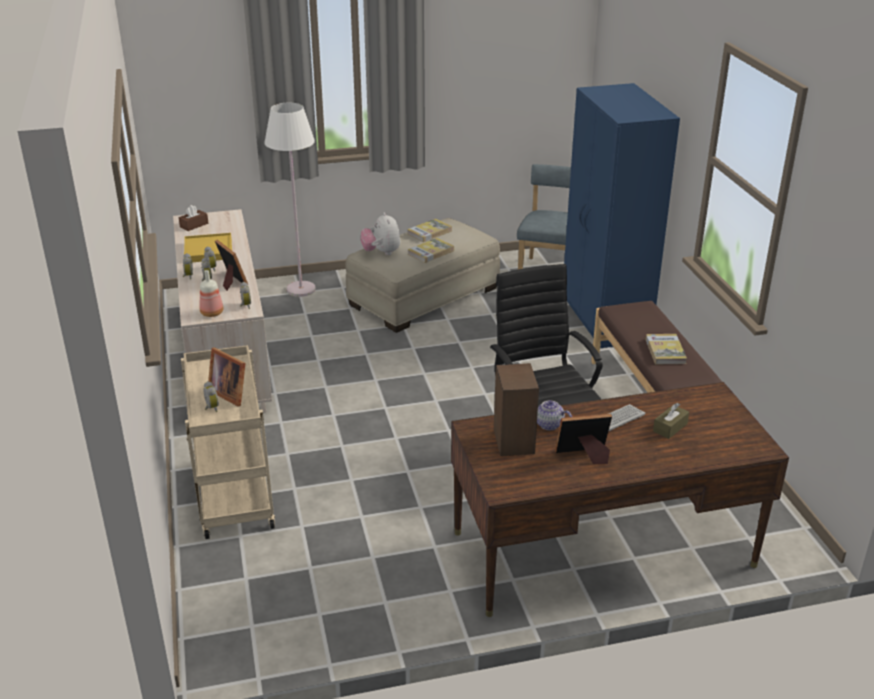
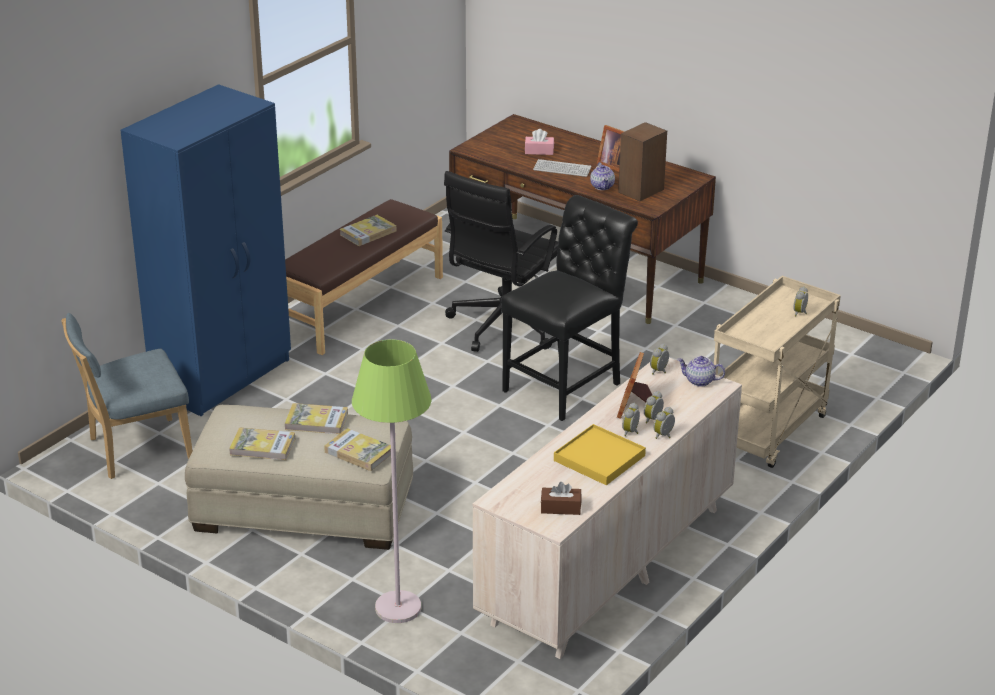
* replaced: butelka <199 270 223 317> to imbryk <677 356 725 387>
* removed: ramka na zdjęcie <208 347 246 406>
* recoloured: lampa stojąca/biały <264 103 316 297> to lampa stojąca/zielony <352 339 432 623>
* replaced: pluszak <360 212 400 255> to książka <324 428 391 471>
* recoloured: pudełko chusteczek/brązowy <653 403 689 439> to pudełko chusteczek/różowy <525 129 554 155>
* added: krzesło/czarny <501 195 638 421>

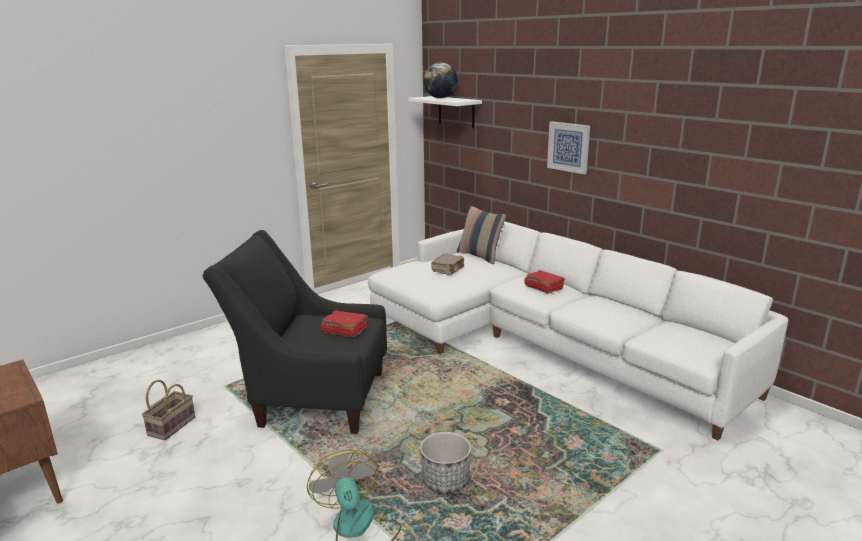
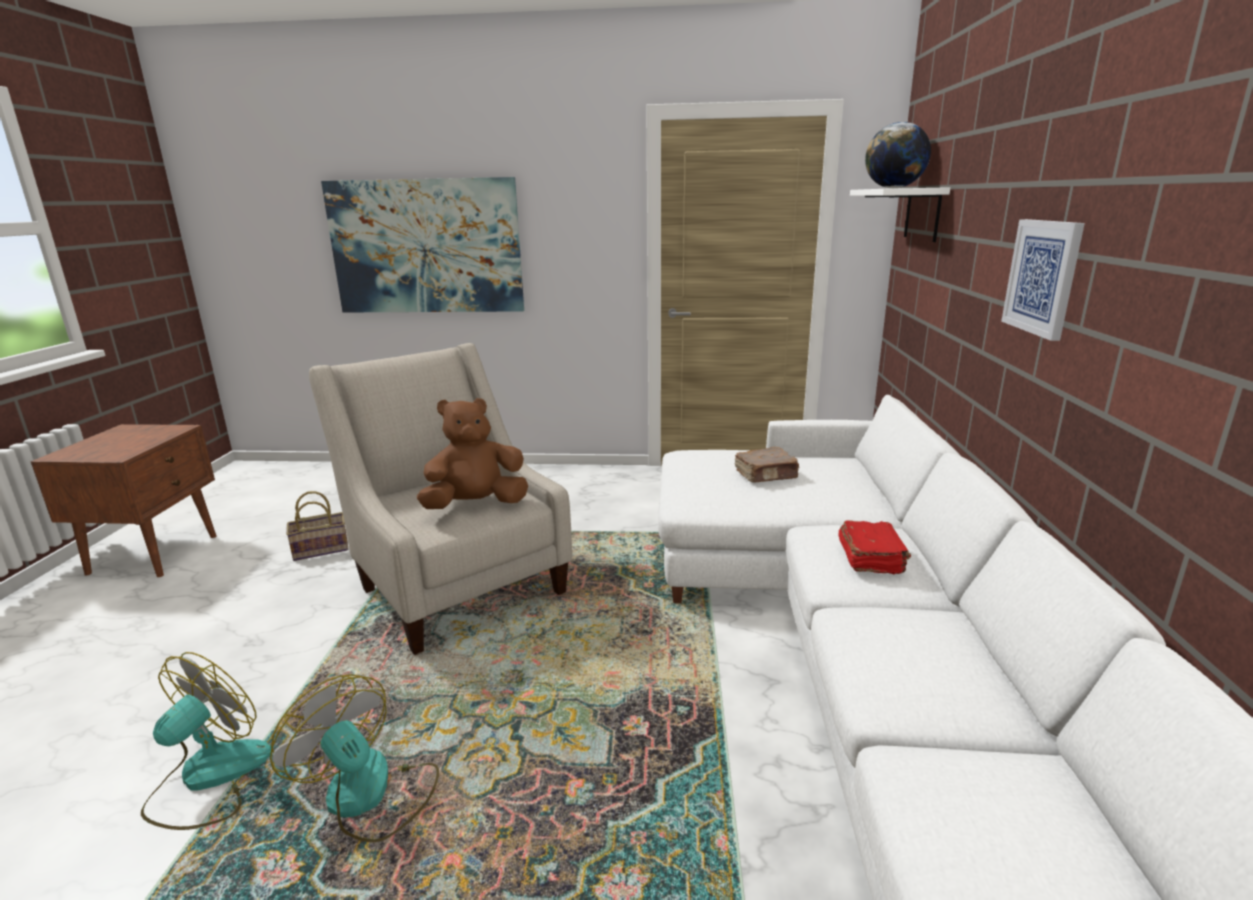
* recoloured: fotel/czarny <202 230 387 434> to fotel/beżowy <309 343 572 655>
* replaced: książka/czerwony <321 310 368 338> to pluszak/brązowy <417 398 528 509>
* replaced: donica <420 432 471 494> to wentylator <270 674 439 842>
* removed: poduszka <457 205 506 264>
* added: obraz <321 177 524 312>

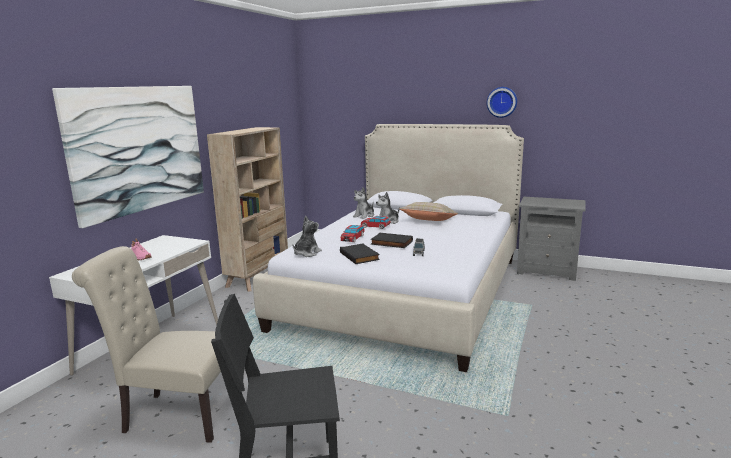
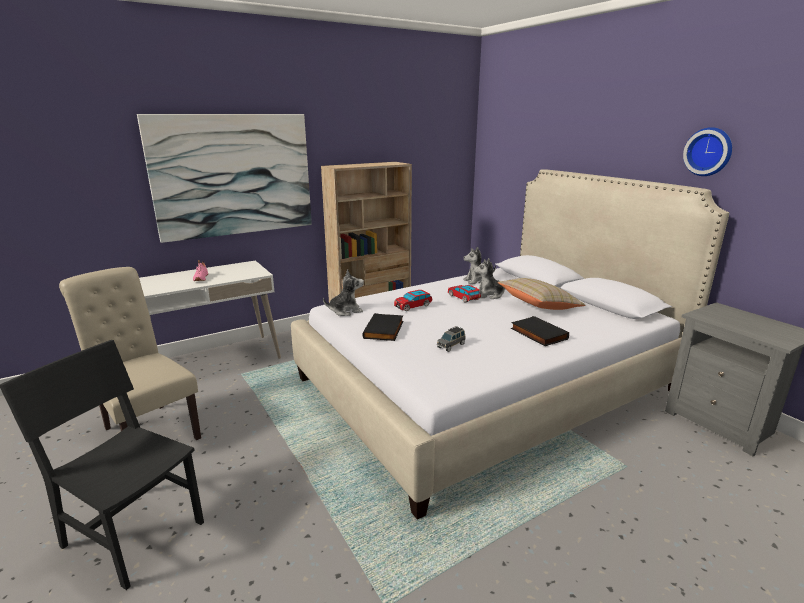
* moved: książka/czarny <370 233 413 248> to <511 316 569 346>

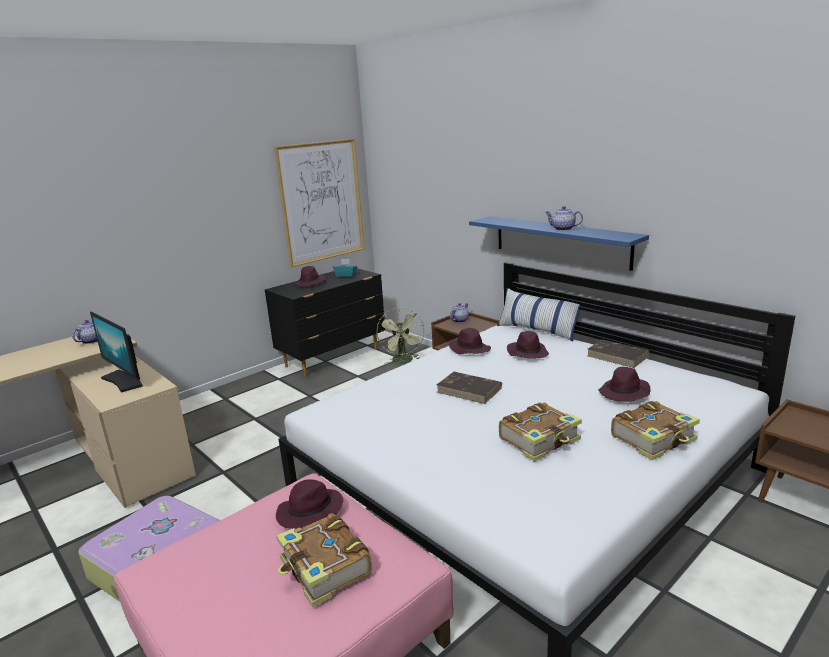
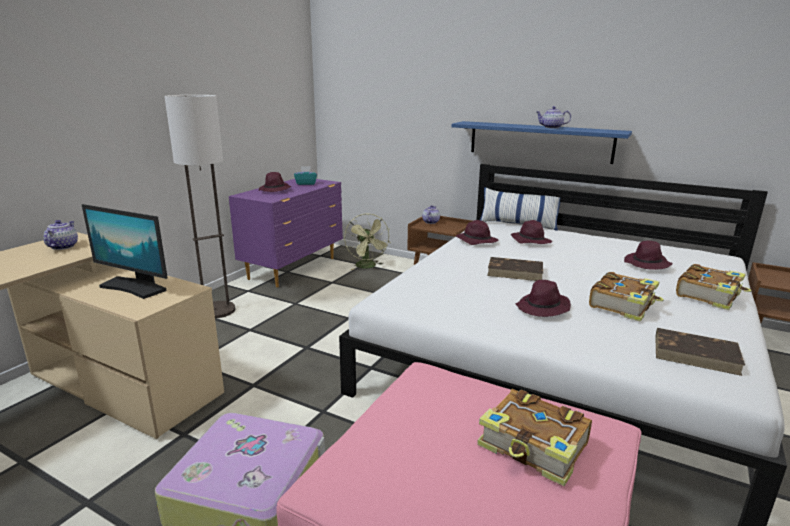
* recoloured: komoda/czarny <265 268 385 377> to komoda/fioletowy <229 179 343 287>
* removed: obraz <274 139 365 267>
* moved: kapelusz/fioletowy <276 479 343 529> to <515 280 571 317>
* moved: książka/brązowy <587 339 650 368> to <655 328 745 376>
* added: lampa stojąca <165 95 235 319>

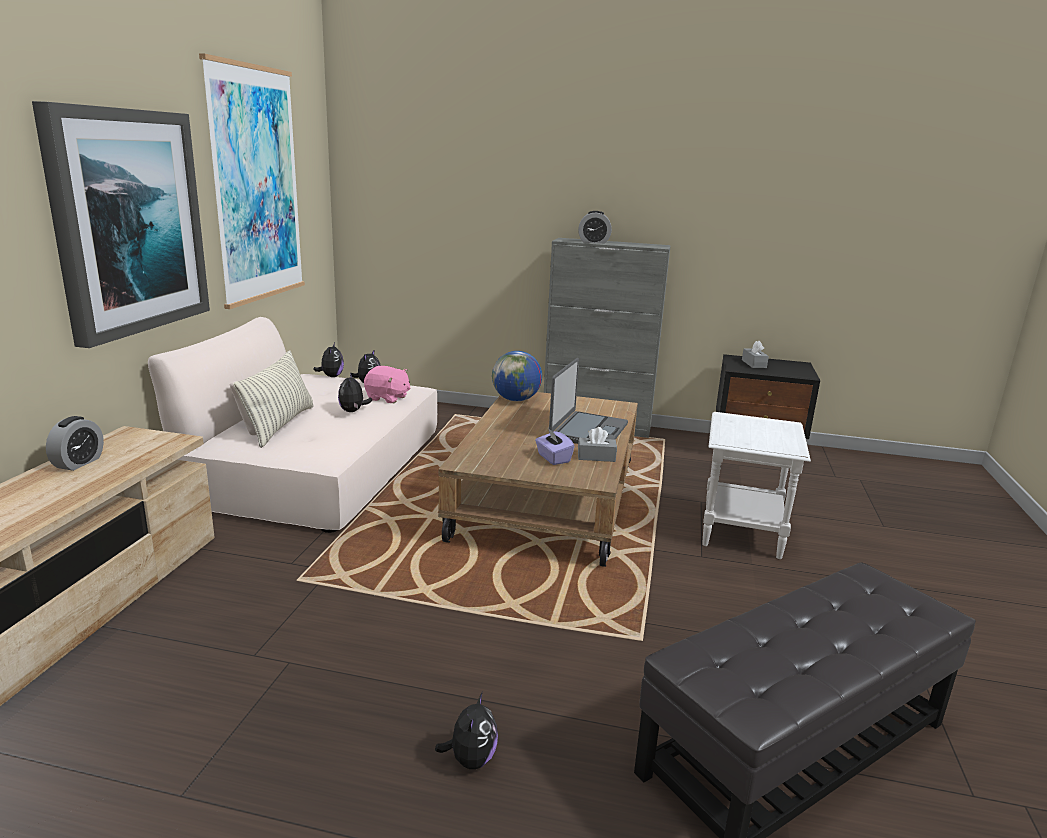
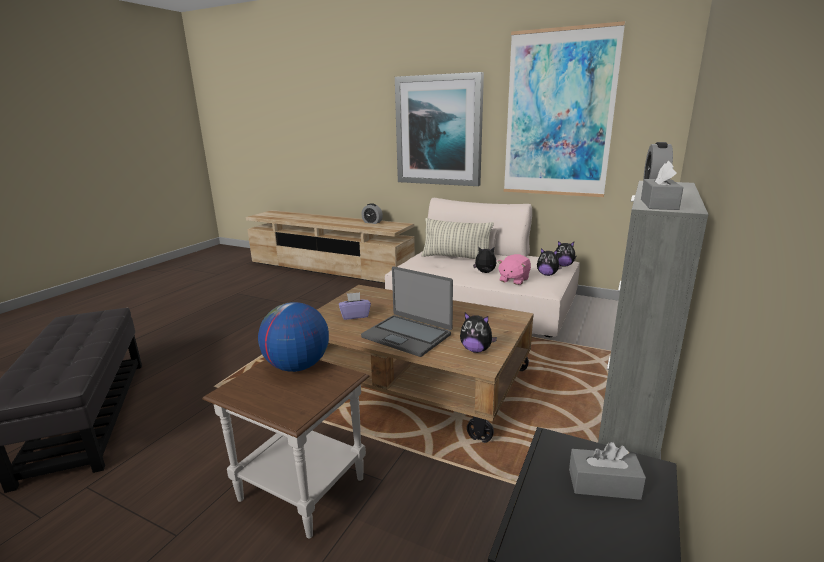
* moved: pluszak <435 692 498 769> to <460 313 497 353>
* moved: globus <492 351 542 401> to <258 302 329 372>
* moved: pudełko chusteczek/szary <578 427 617 462> to <641 161 683 210>
* recoloured: stolik/biały <702 412 811 559> to stolik/brązowy <202 359 370 538>

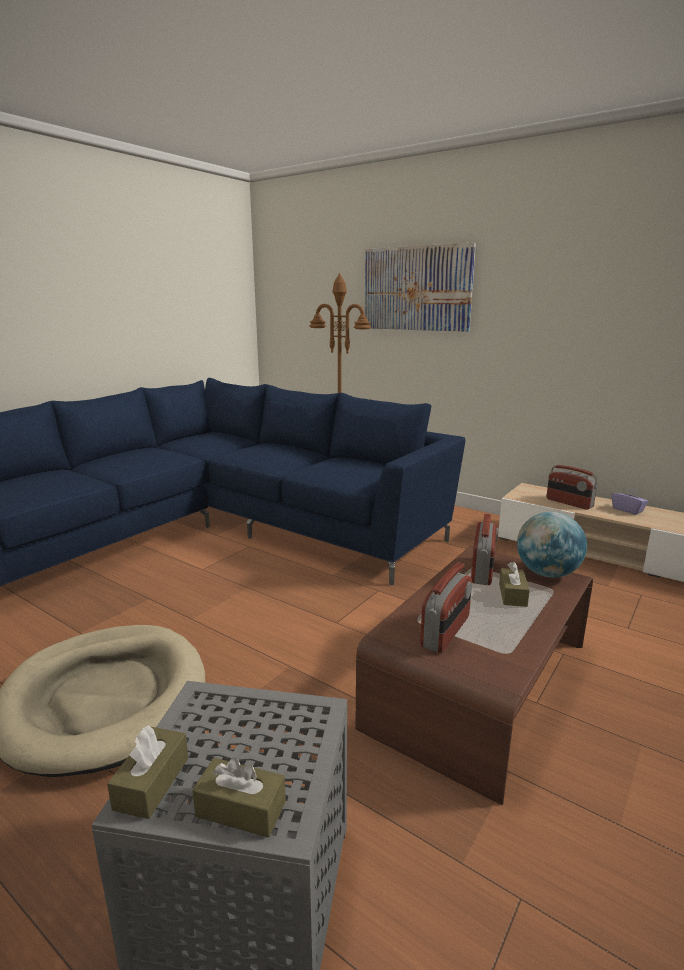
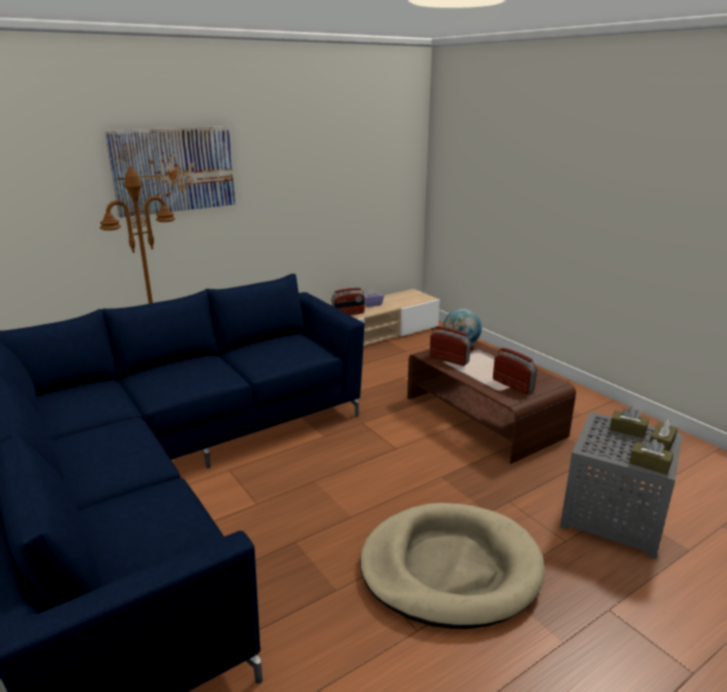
* moved: pudełko chusteczek/brązowy <499 562 530 607> to <610 406 649 438>

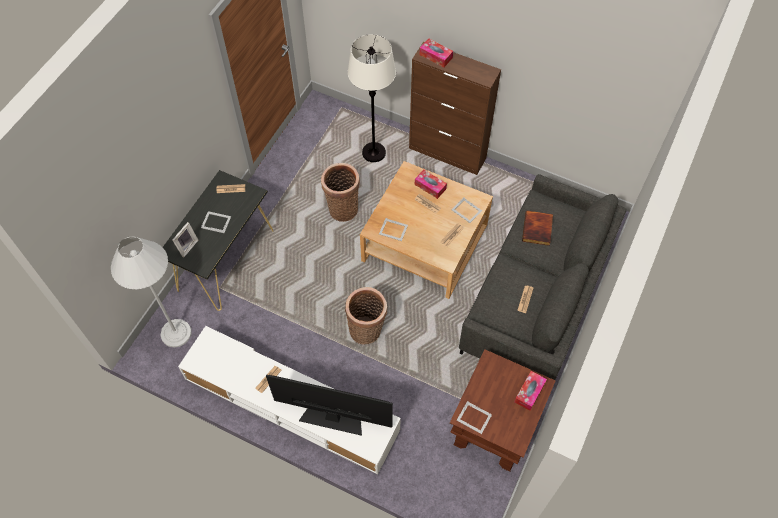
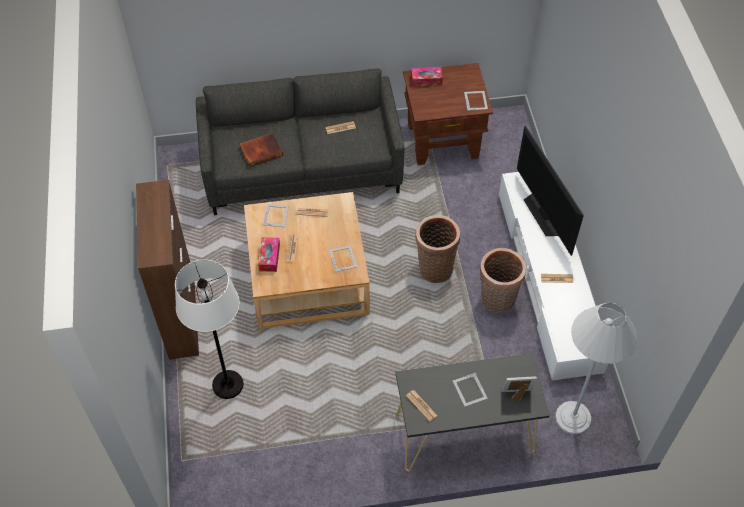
* moved: koszyk <321 163 360 222> to <480 248 526 313>
* removed: pudełko chusteczek <419 38 453 67>

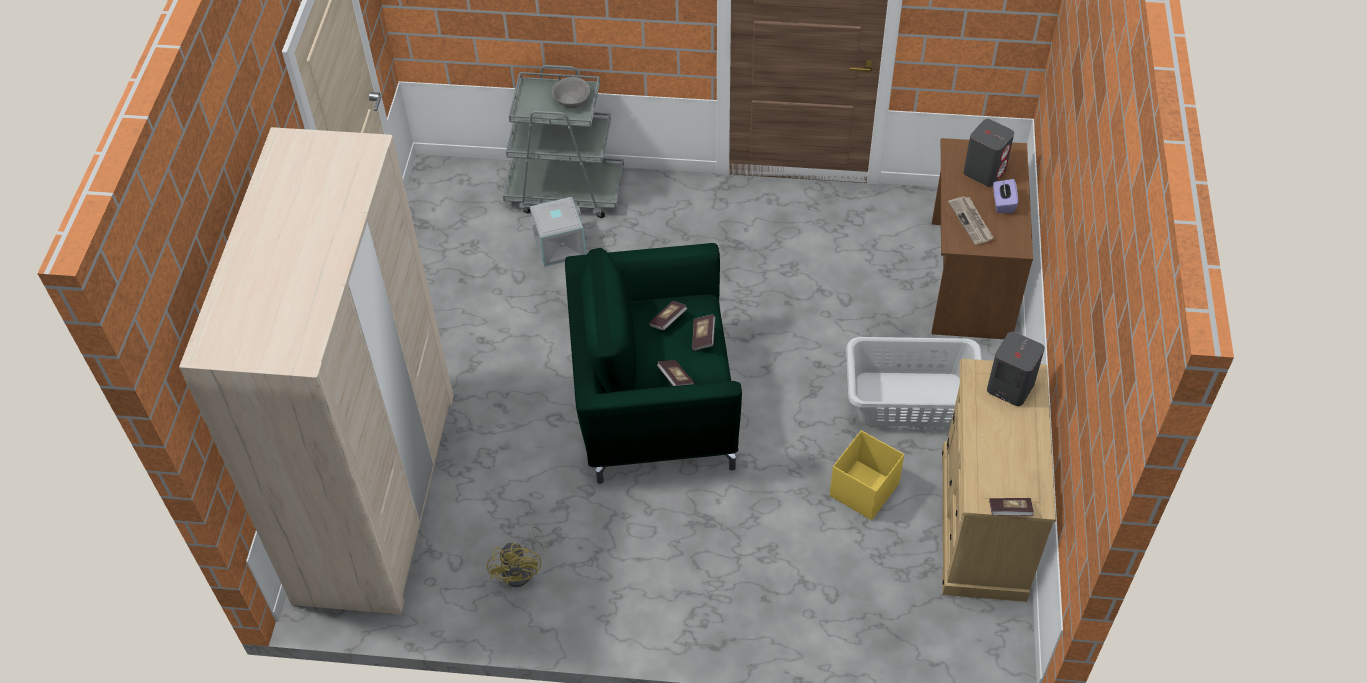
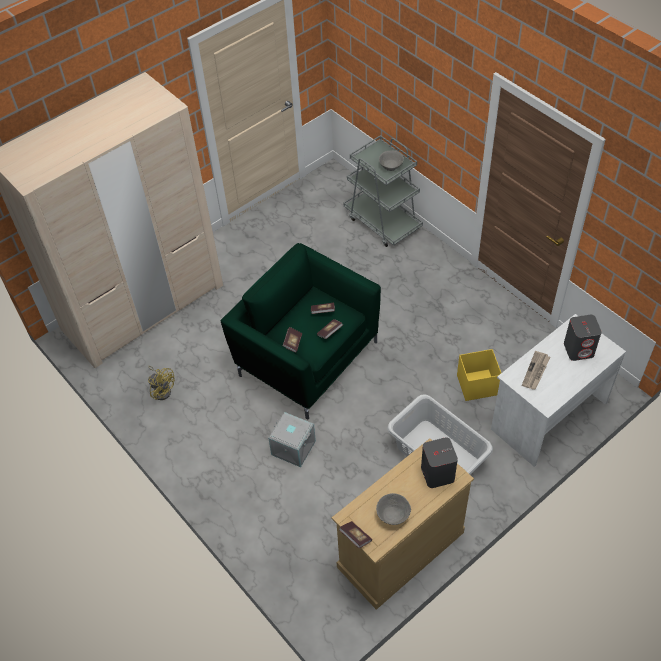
* turned: wentylator/żółty <487 525 546 587> = <148 366 175 400> 90 degrees counterclockwise
* moved: pojemnik do przechowywania/szary <530 197 586 267> to <268 412 316 467>
* moved: pojemnik do przechowywania/żółty <830 430 904 520> to <457 349 501 401>
* recoloured: biurko/brązowy <932 138 1033 339> to biurko/biały <491 314 626 467>
* removed: pudełko chusteczek/fioletowy <993 179 1018 213>
* added: miska/szary <376 493 411 525>

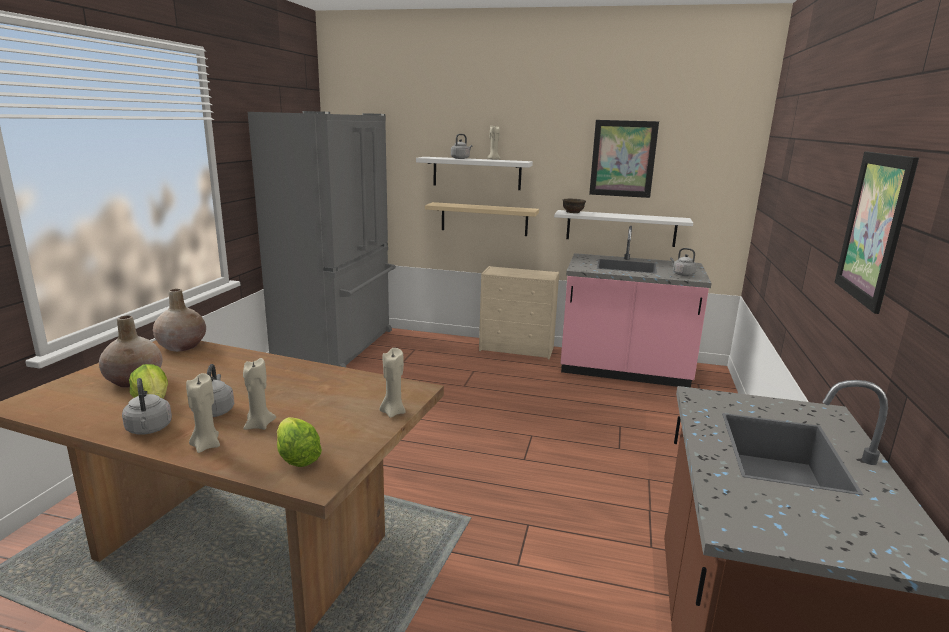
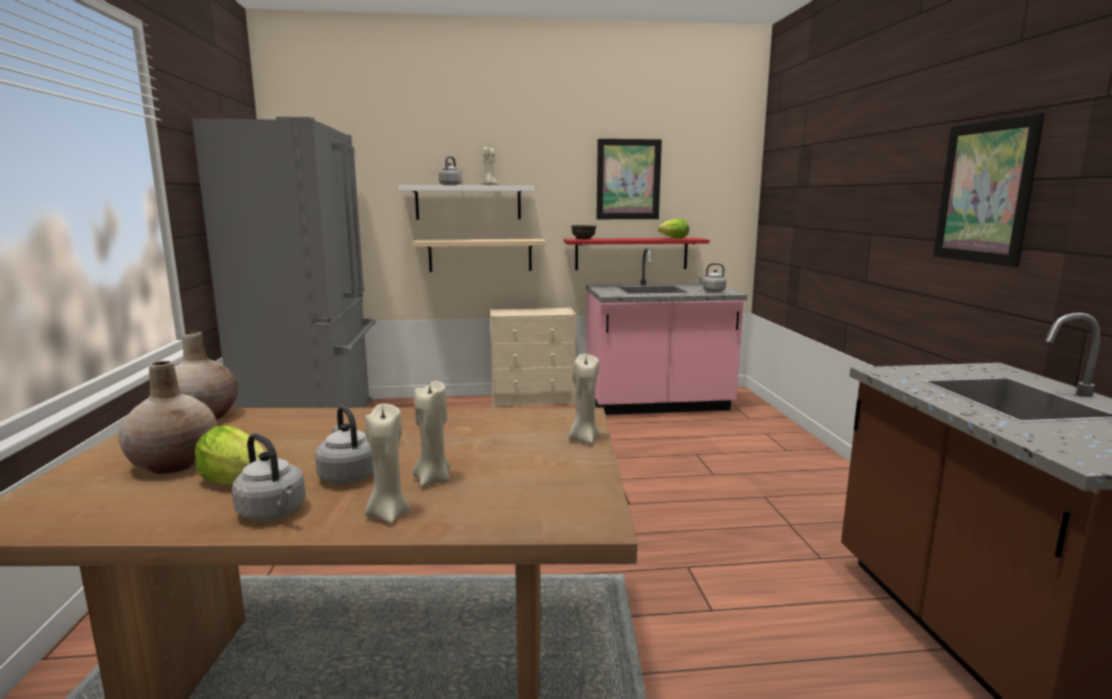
* moved: sałata <277 417 322 467> to <658 219 689 239>
* recoloured: półka/biały <554 210 693 247> to półka/czerwony <564 238 709 270>

